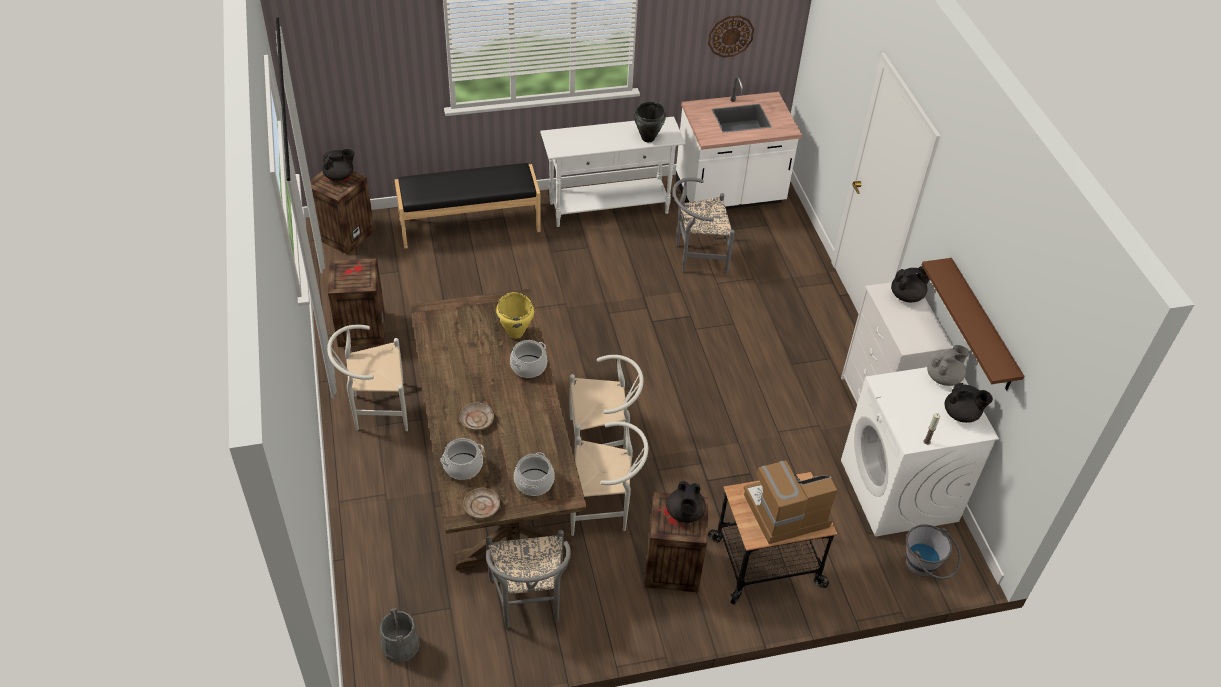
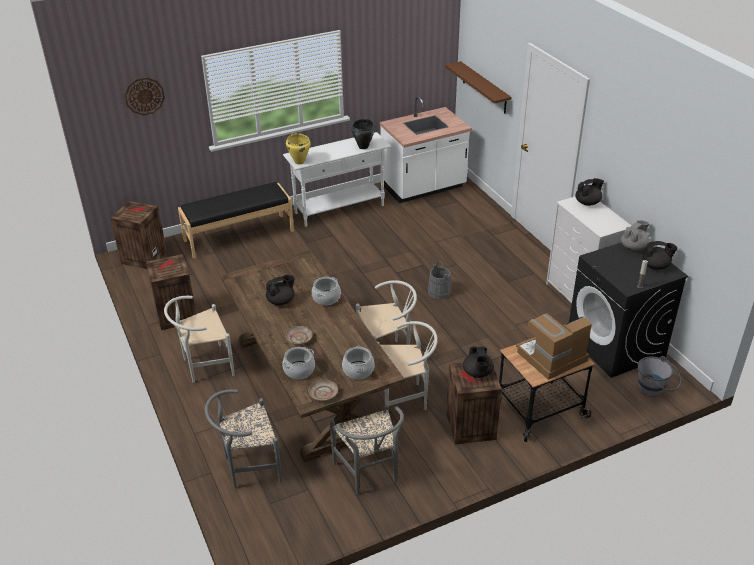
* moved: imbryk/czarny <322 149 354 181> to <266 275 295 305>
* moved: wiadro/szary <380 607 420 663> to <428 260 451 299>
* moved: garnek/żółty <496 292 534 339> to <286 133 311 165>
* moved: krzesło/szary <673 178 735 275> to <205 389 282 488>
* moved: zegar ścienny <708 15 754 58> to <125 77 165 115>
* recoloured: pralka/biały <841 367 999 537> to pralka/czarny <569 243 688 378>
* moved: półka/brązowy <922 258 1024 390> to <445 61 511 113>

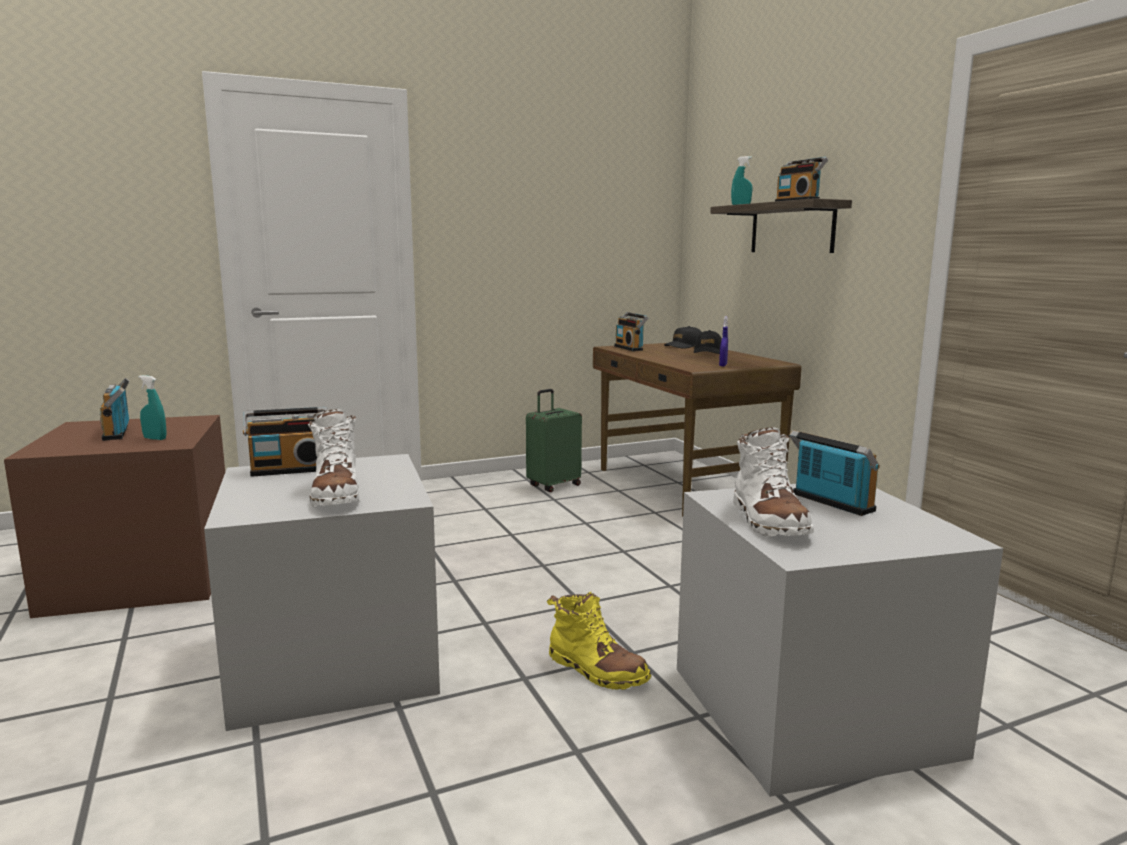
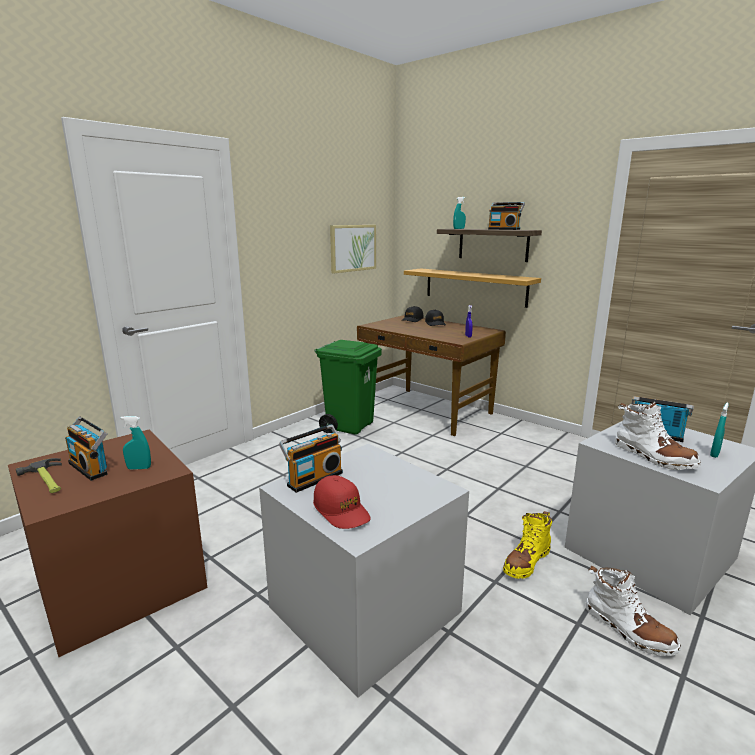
* moved: but z cholewką/biały <308 409 359 508> to <586 566 681 656>
* replaced: walizka/zielony <526 389 582 492> to kosz na śmieci/zielony <314 340 382 435>
* turned: but z cholewką/żółty <547 592 651 690> = <503 511 552 579> 120 degrees clockwise
* removed: radio <614 312 648 351>
* added: młotek <16 458 62 493>
* added: czapka z daszkiem/czerwony <313 475 371 529>
* added: obraz <330 225 376 273>
* added: półka <404 269 541 308>
* added: spryskiwacz/turkusowy <710 403 729 458>

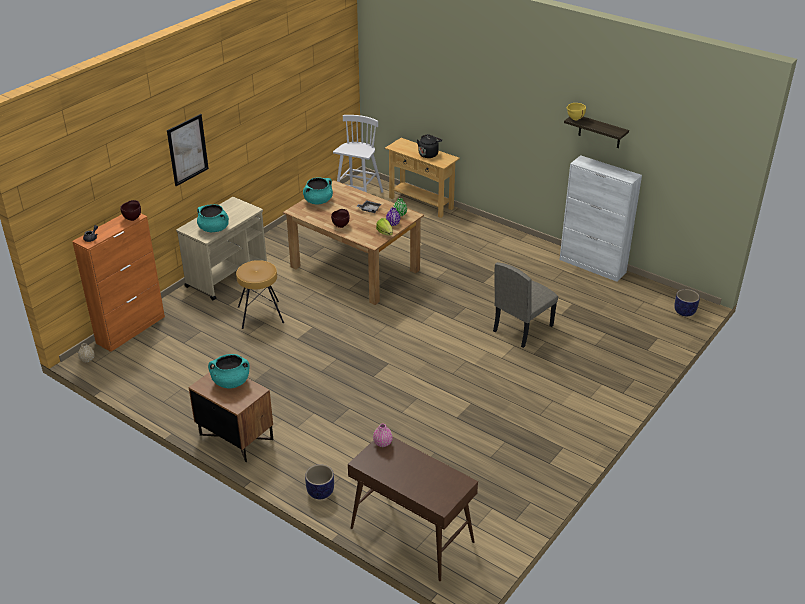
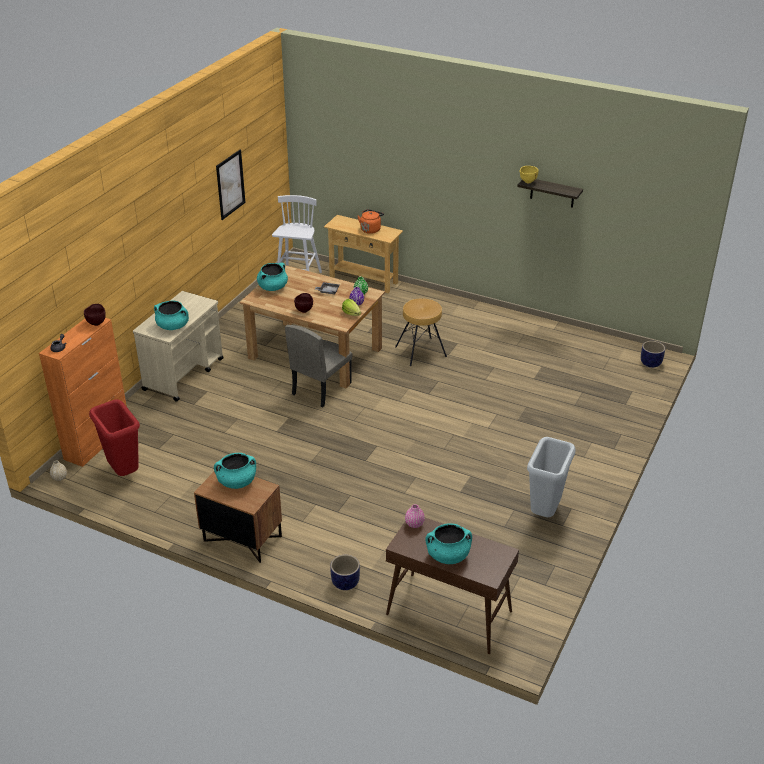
* moved: obraz <167 114 209 186> to <216 150 246 220>
* moved: stołek/brązowy <236 260 284 329> to <395 298 447 366>
* recoloured: czajnik/czarny <417 134 442 158> to czajnik/pomarańczowy <357 209 384 234>
* moved: krzesło/beżowy <493 262 558 348> to <285 325 352 407>
* removed: szafka/biały <559 155 642 282>
* added: kosz na śmieci/czerwony <89 399 140 476>
* added: garnek/turkusowy <425 524 472 564>
* added: kosz na śmieci/szary <527 437 576 517>

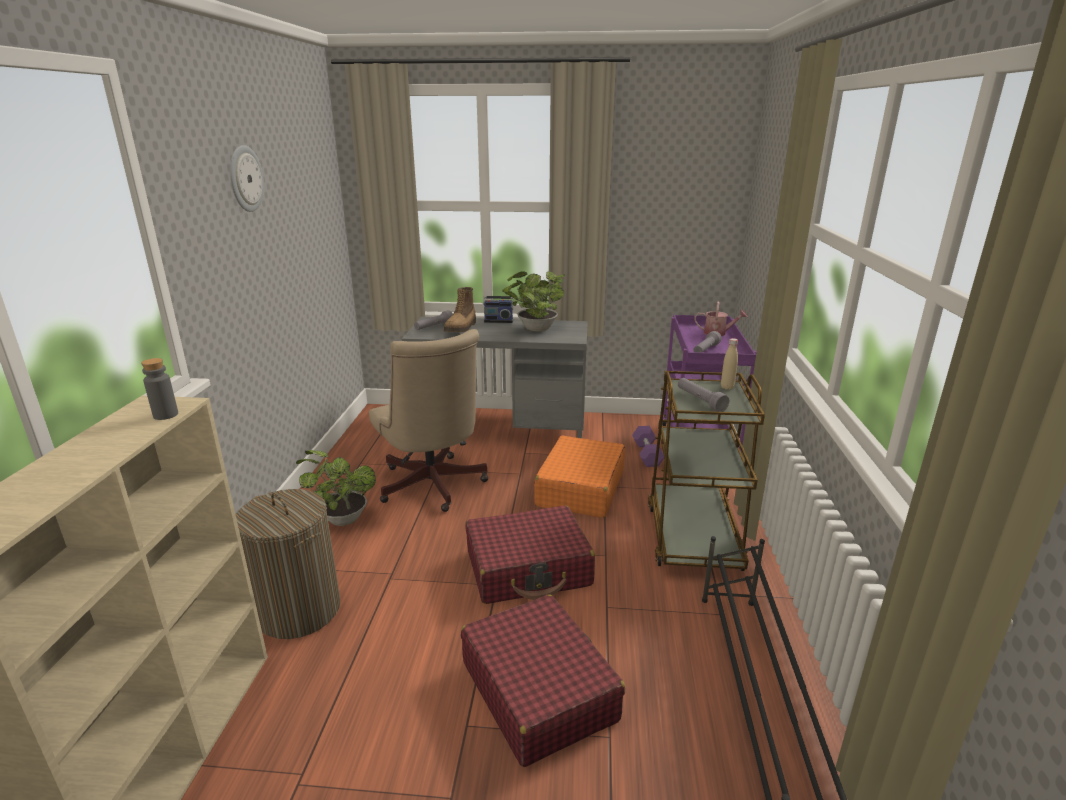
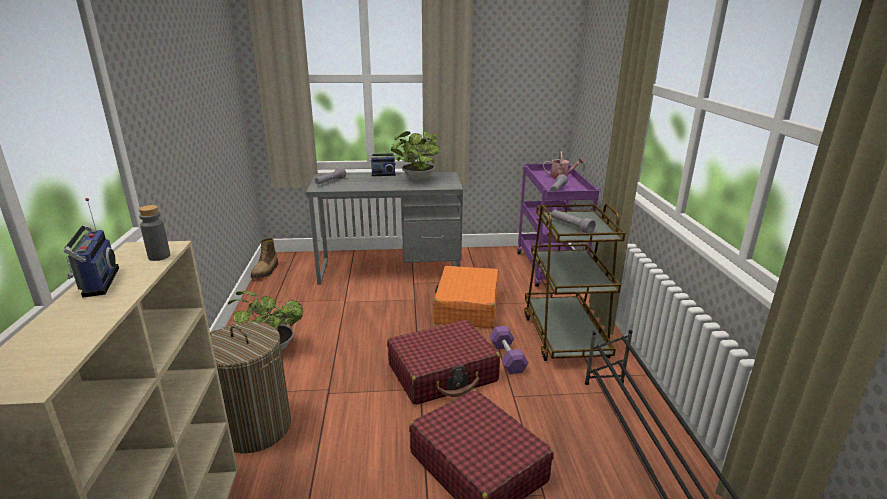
* removed: zegar ścienny <230 145 264 212>
* removed: krzesło biurowe/beżowy <369 329 489 512>
* moved: but z cholewką <444 287 476 332> to <251 238 279 278>
* moved: hantel/fioletowy <632 426 664 467> to <489 326 529 374>
* removed: butelka/beżowy <721 338 738 390>
* added: radio <63 198 119 298>

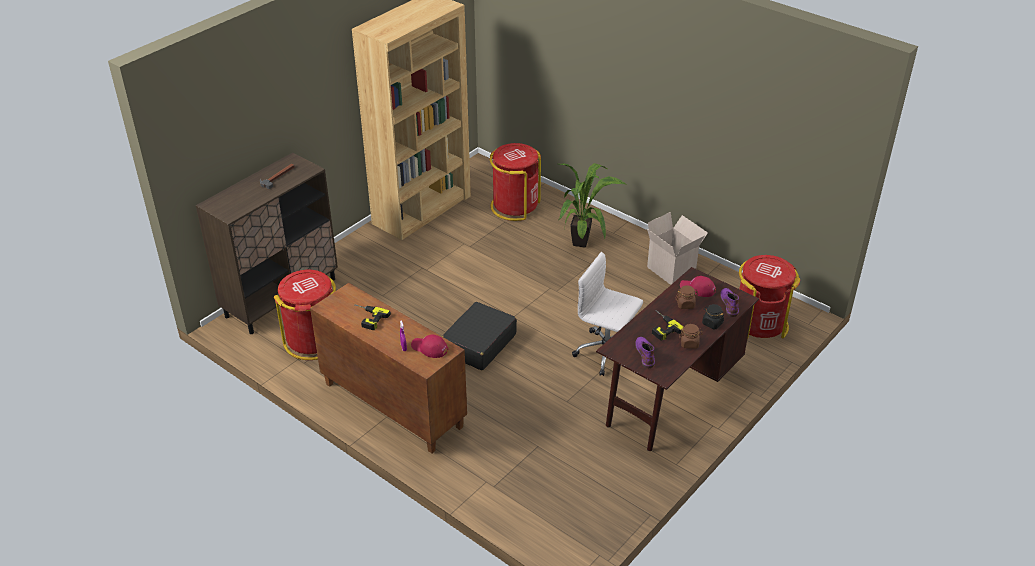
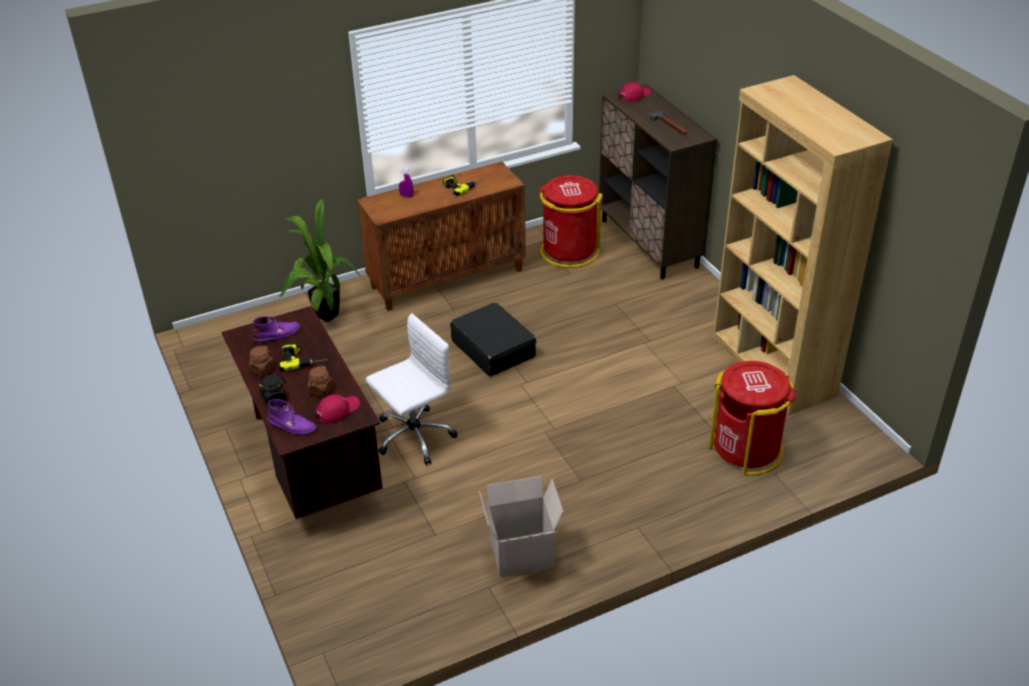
* moved: czapka z daszkiem/czerwony <411 334 448 358> to <619 82 651 102>
* moved: roślina doniczkowa <558 163 627 247> to <279 198 362 322>
* turned: but z cholewką/fioletowy <635 337 655 368> = <252 316 301 343> 45 degrees counterclockwise
* removed: kosz na śmieci/czerwony <739 255 800 339>

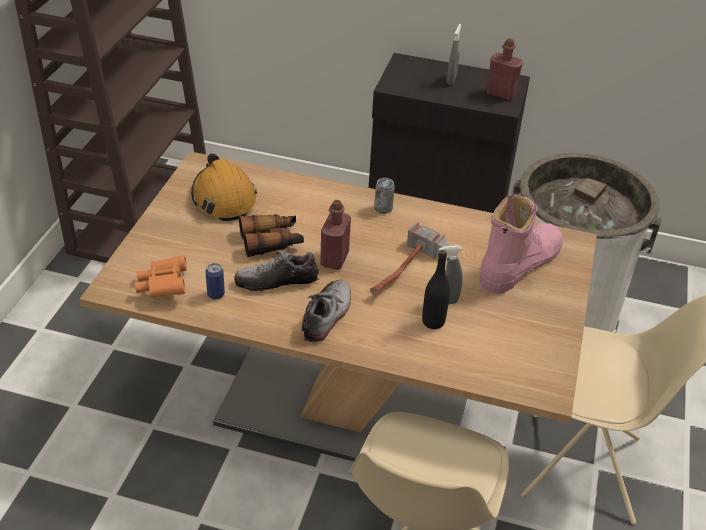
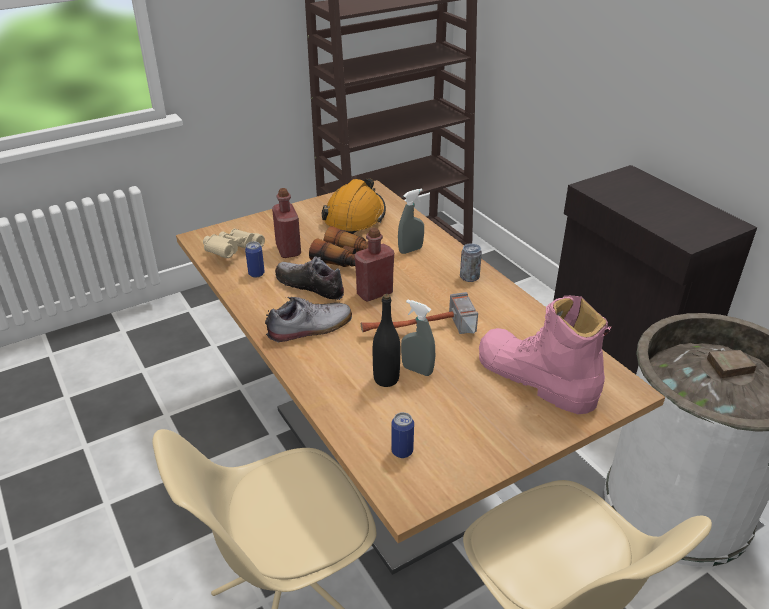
* recoloured: lornetka/pomarańczowy <135 255 187 297> to lornetka/beżowy <203 228 265 258>
* moved: spryskiwacz/szary <446 24 461 85> to <398 188 424 254>
* turned: but z cholewką/różowy <479 194 563 294> = <479 296 612 414> 135 degrees counterclockwise
* moved: butelka/czerwony <486 39 523 100> to <272 188 301 258>
* added: puszka <391 412 414 458>

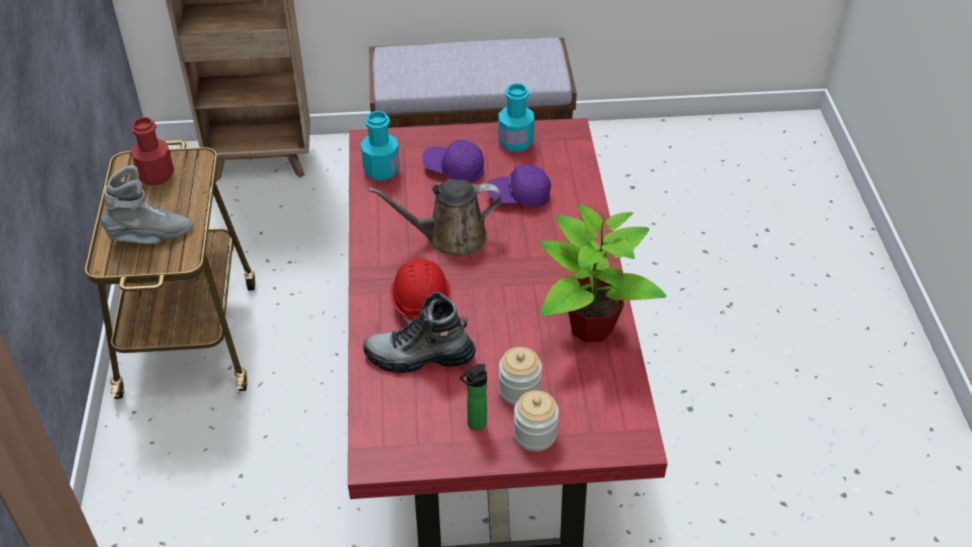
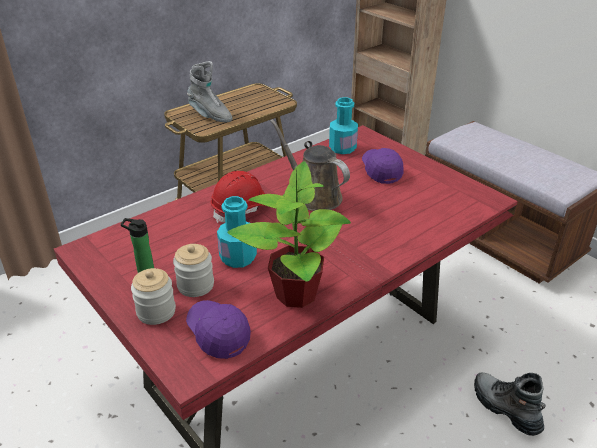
* removed: butelka/czerwony <131 117 174 185>
* moved: but z cholewką <363 292 476 373> to <474 372 546 436>
* moved: czapka z daszkiem/fioletowy <487 165 551 207> to <186 300 251 359>
* moved: butelka/turkusowy <498 83 535 152> to <217 196 257 268>

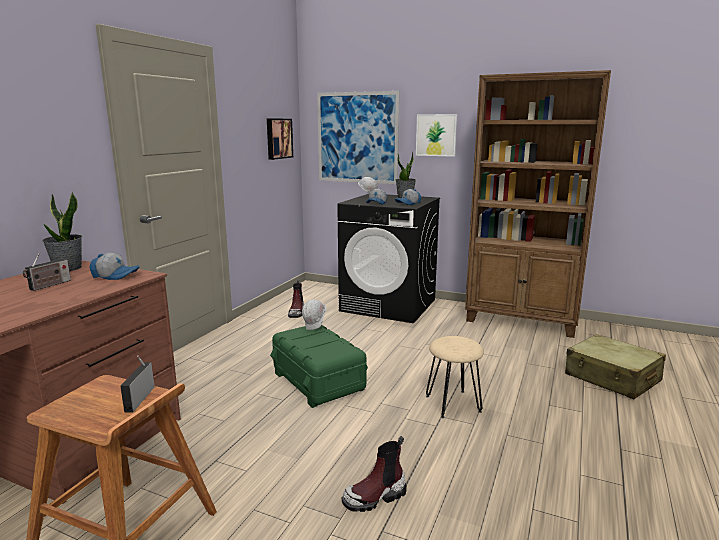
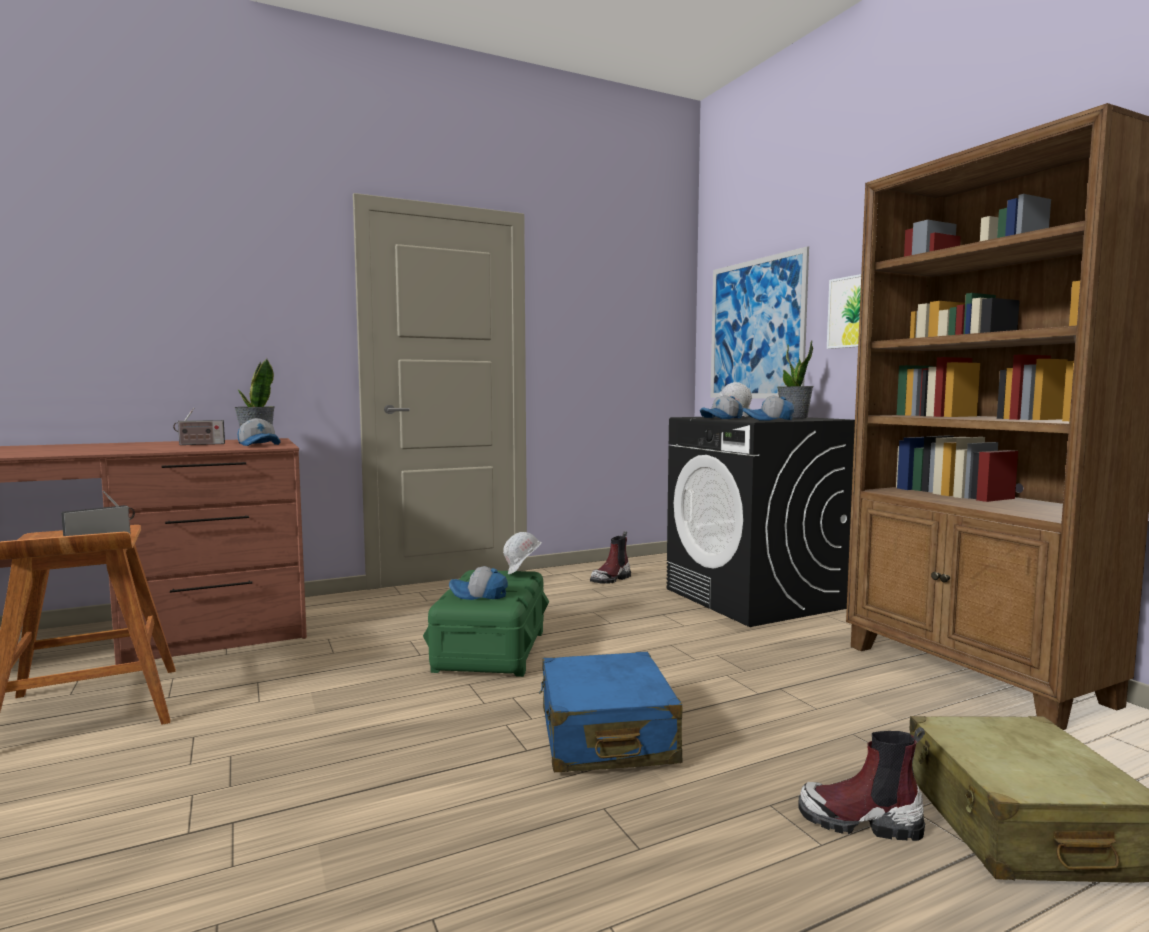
* removed: obraz <267 118 293 160>
* moved: but z cholewką <341 436 407 512> to <798 727 925 841>
* replaced: stołek/beżowy <426 336 484 418> to walizka/niebieski <539 652 682 773>
* added: czapka z daszkiem <449 566 508 600>

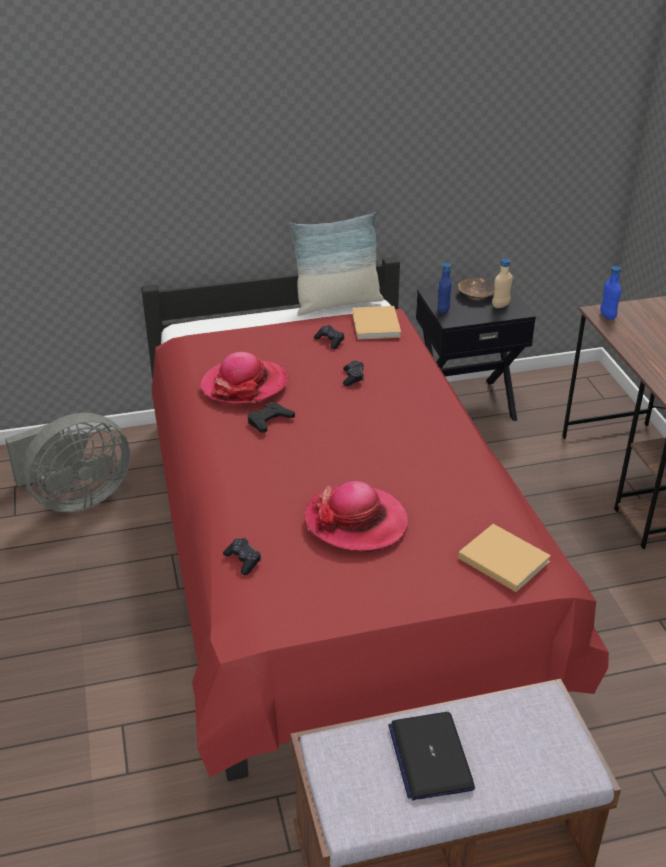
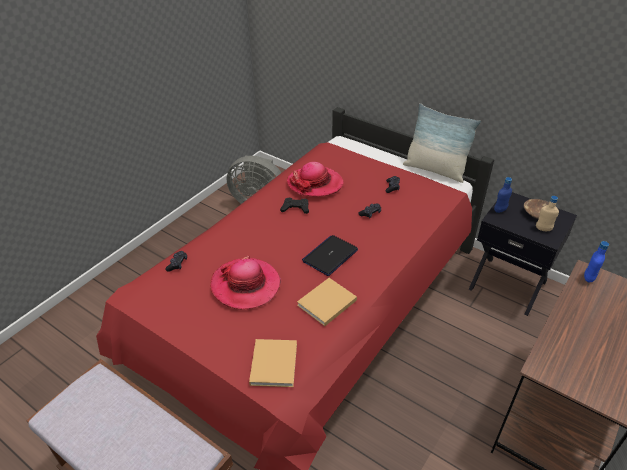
* moved: książka/beżowy <352 306 401 340> to <297 278 357 326>
* moved: laptop <388 712 475 800> to <302 235 358 276>

